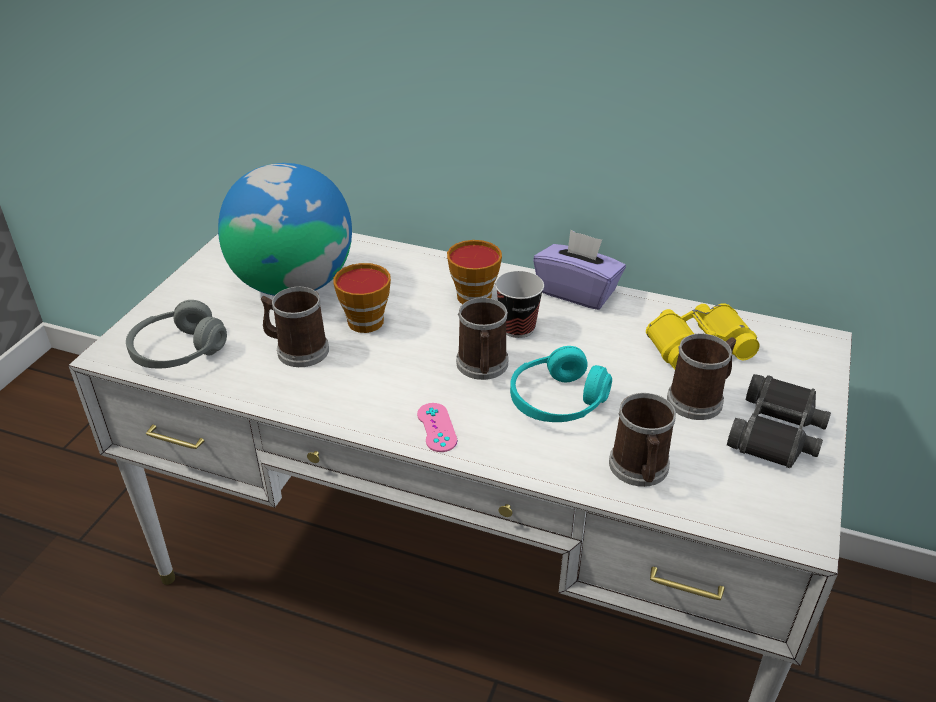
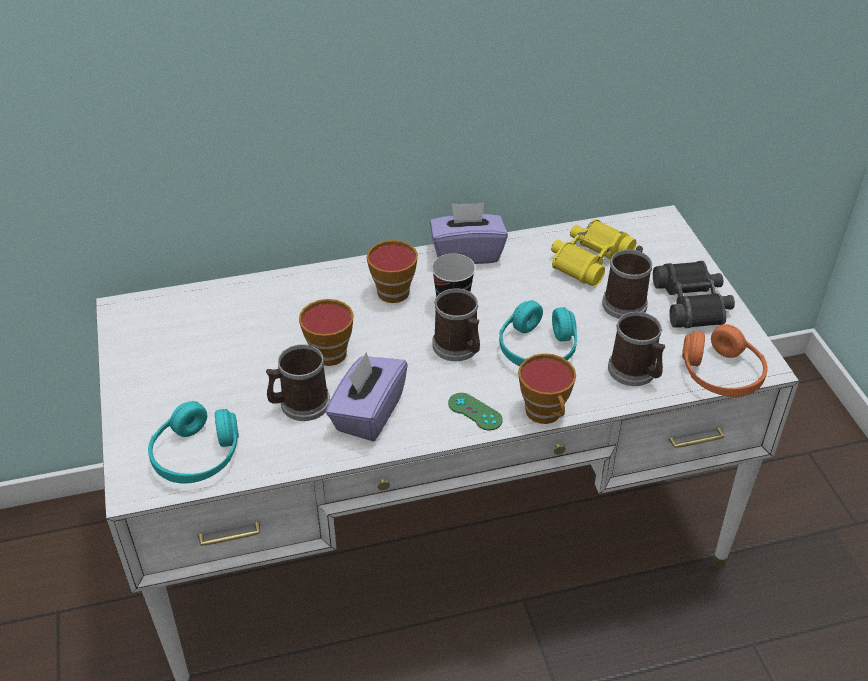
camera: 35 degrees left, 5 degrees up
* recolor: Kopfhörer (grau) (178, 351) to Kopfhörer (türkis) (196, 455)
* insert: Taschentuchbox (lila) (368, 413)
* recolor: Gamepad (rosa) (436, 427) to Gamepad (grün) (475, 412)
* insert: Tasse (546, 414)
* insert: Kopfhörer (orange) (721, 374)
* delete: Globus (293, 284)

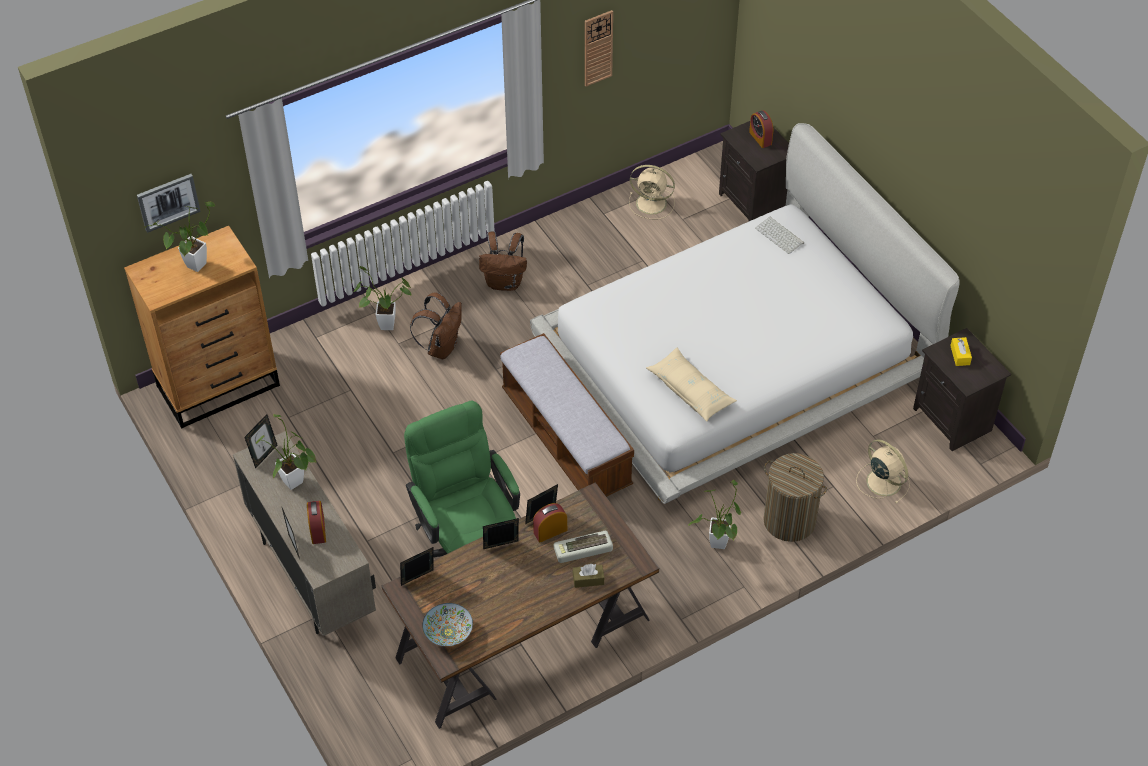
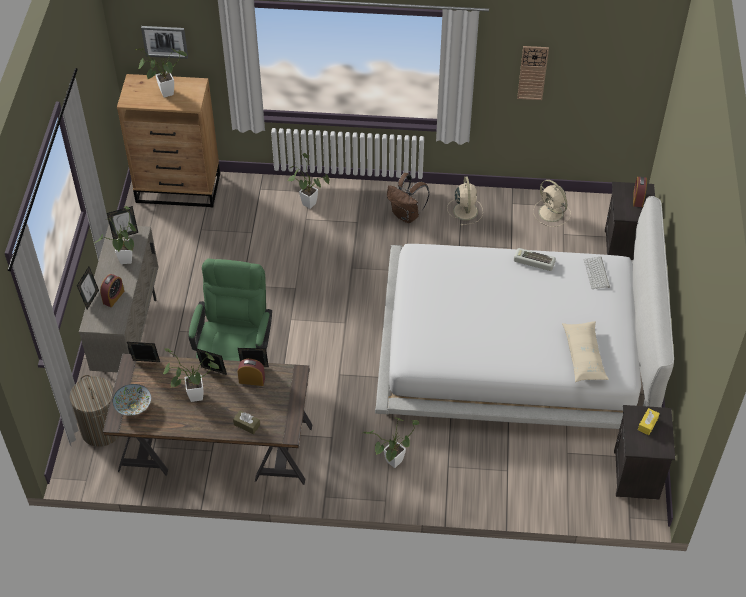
camera: 35 degrees right, 0 degrees up
* move: Wäschekorb (789, 520) to (101, 429)
* insert: Topfpflanze (192, 397)
* move: Ventilator (beige) (882, 481) to (465, 210)
* move: Tastatur (583, 550) to (533, 262)
* move: Kissen (beige) (690, 391) to (584, 356)
* delete: Rucksack (braun) (441, 347)
* delete: Bank (566, 439)

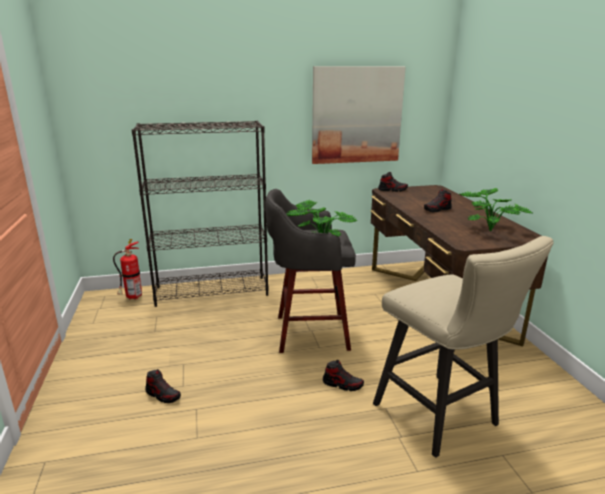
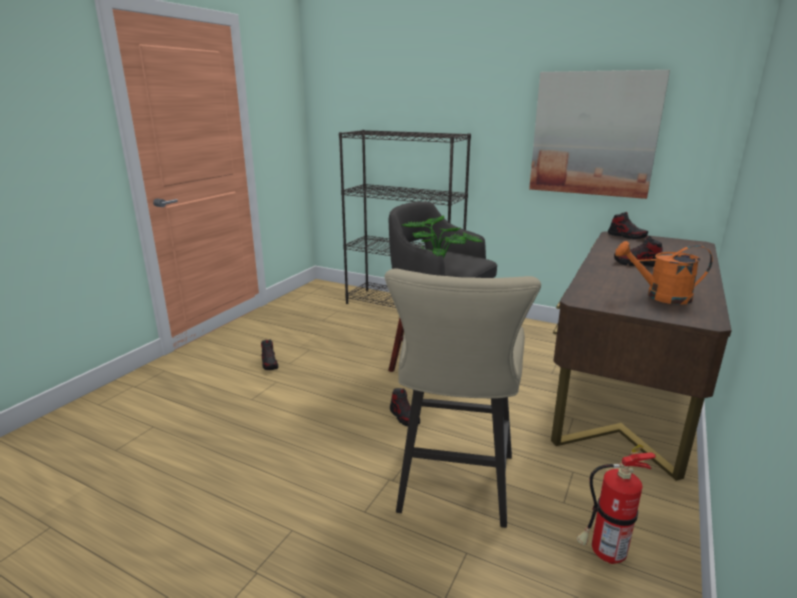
camera: 40 degrees right, 0 degrees up
* move: Feuerlöscher (132, 298) to (603, 554)
* replace: Topfpflanze (490, 229) to Gießkanne (orange) (660, 296)

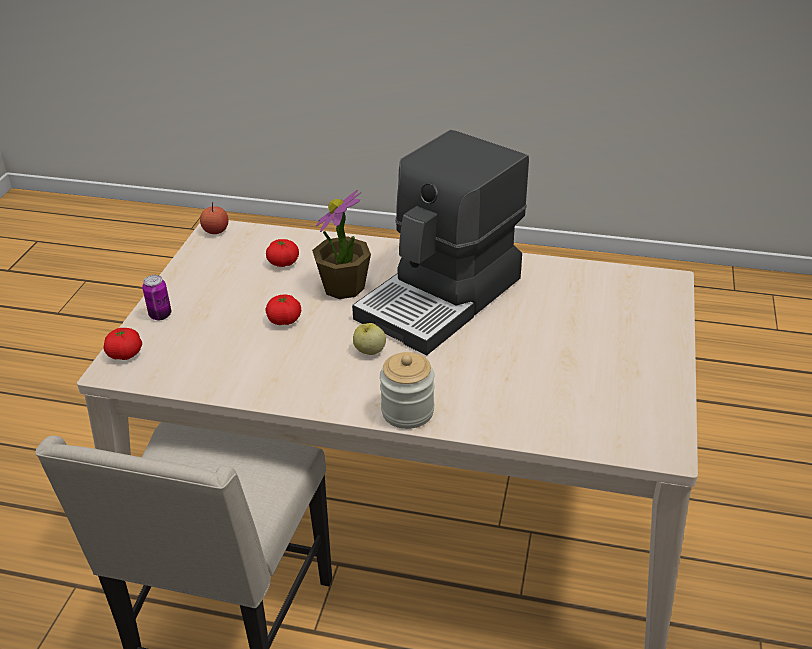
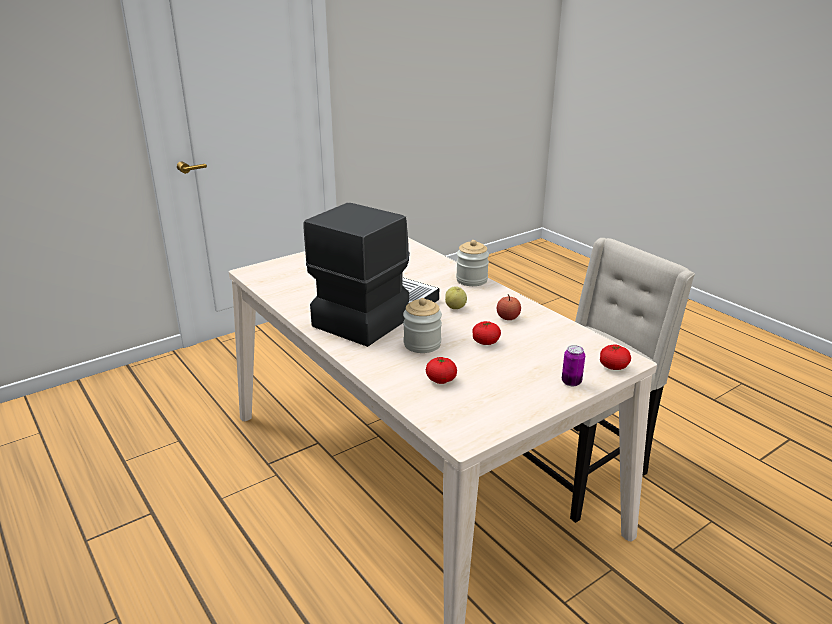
camera: 140 degrees left, 10 degrees down
* rotate: Kaffeemaschine (442, 298) = (375, 313) 45 degrees counterclockwise
* replace: Topfpflanze (344, 287) to Vorratsglas (422, 344)
* move: Apfel (216, 231) to (508, 317)

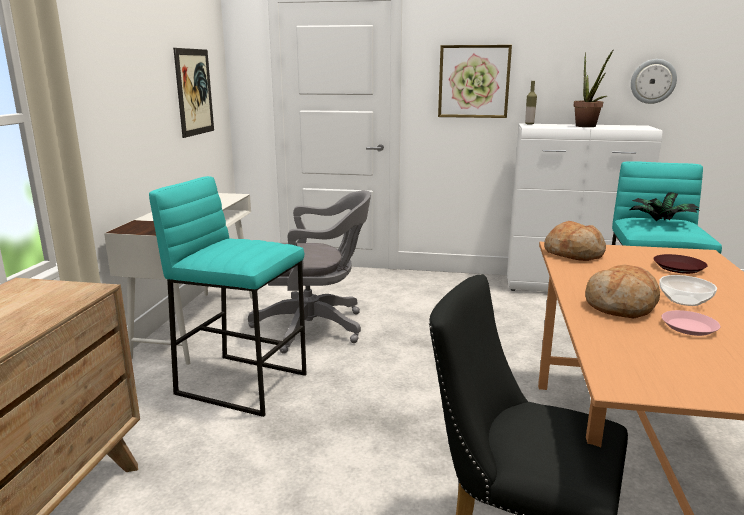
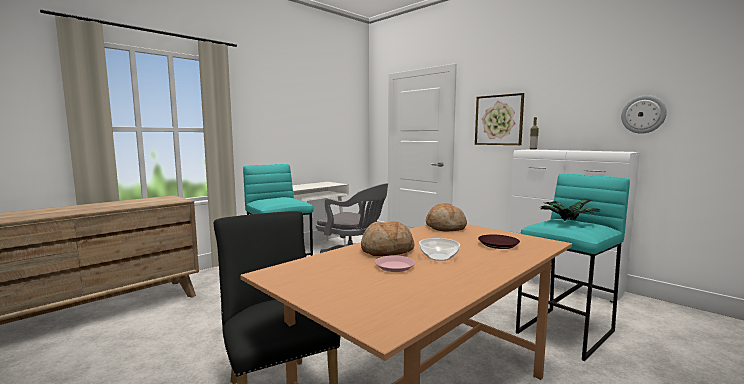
camera: 35 degrees right, 10 degrees down
* delete: Bild (194, 92)
* delete: Topfpflanze (587, 126)

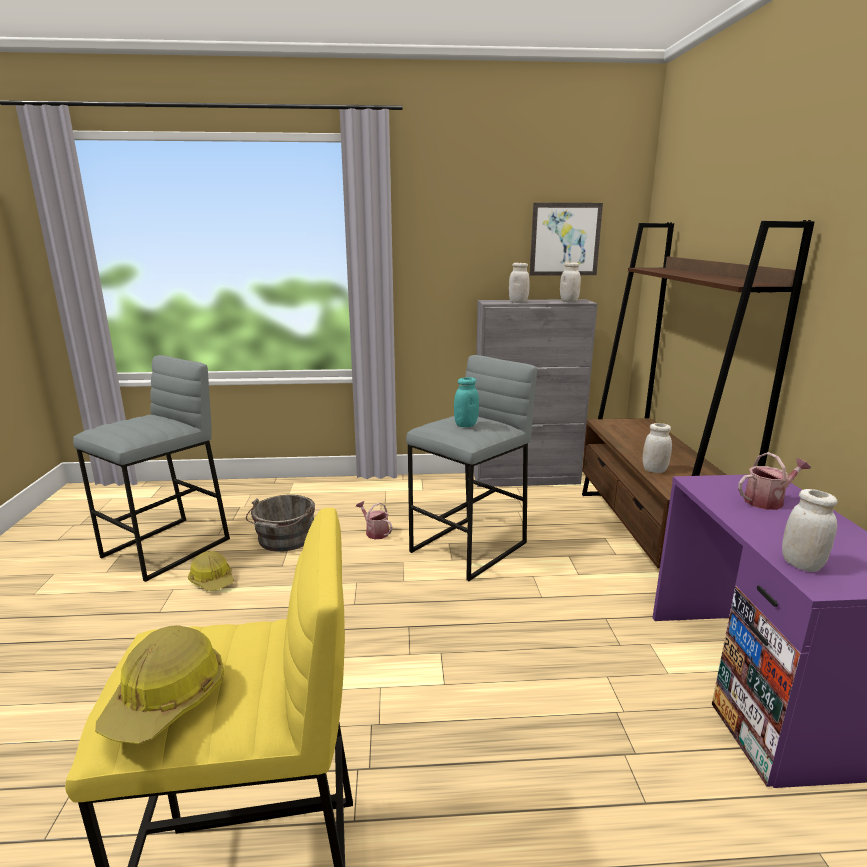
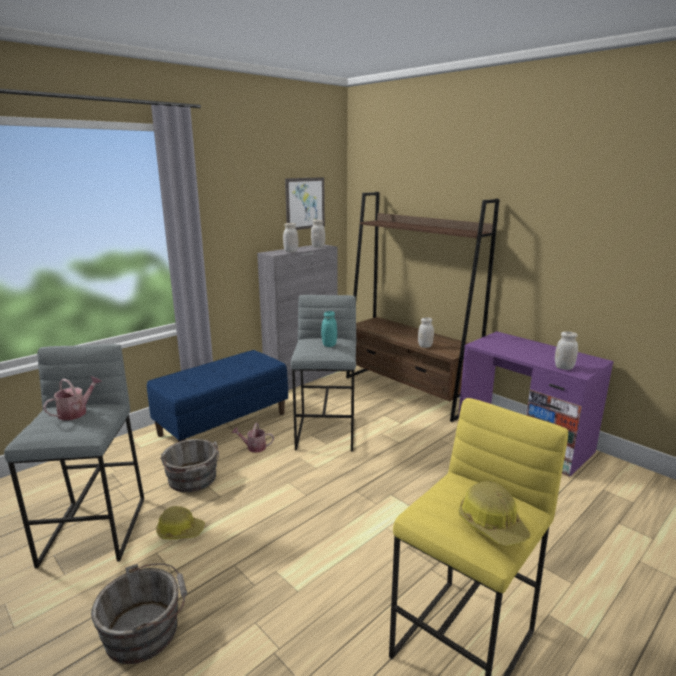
camera: 40 degrees left, 0 degrees up
* move: Gießkanne (767, 501) to (76, 412)
* insert: Eimer (grau) (146, 630)
* insert: Bank (blau) (223, 423)

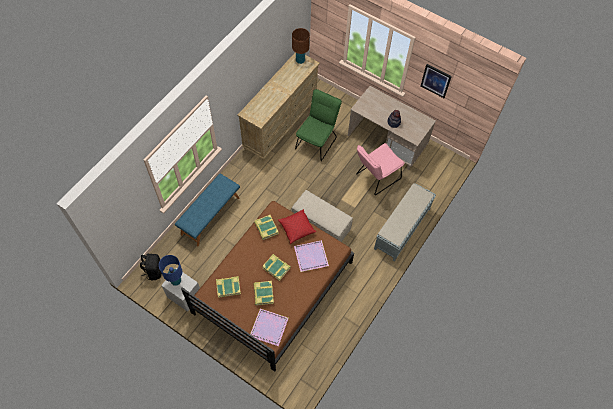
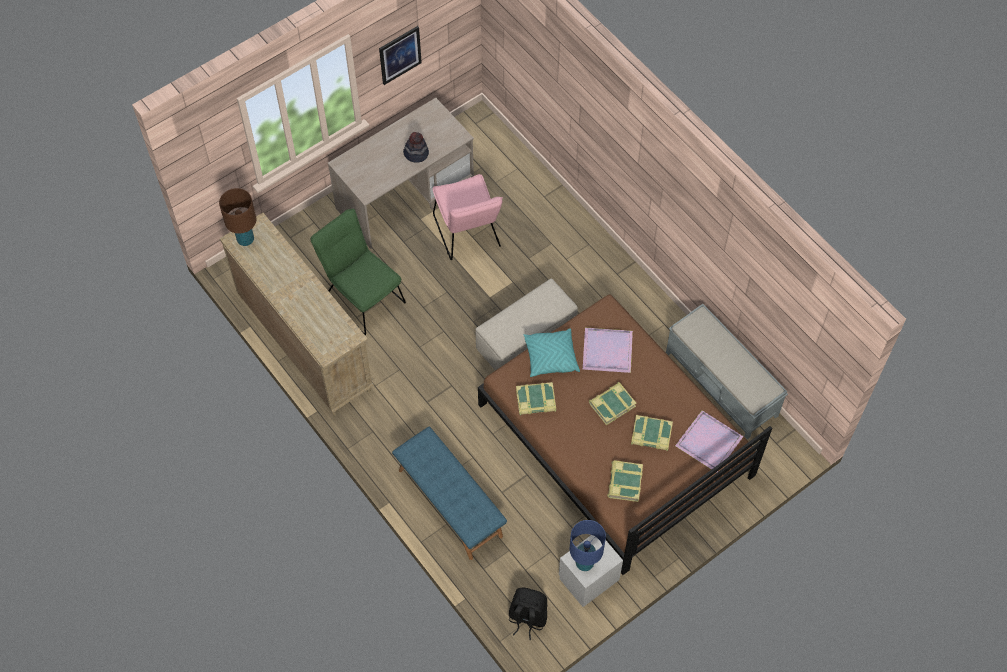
camera: 70 degrees left, 0 degrees up
* recolor: Kissen (rot) (296, 228) to Kissen (türkis) (550, 357)
* move: Bank (grau) (402, 229) to (722, 384)

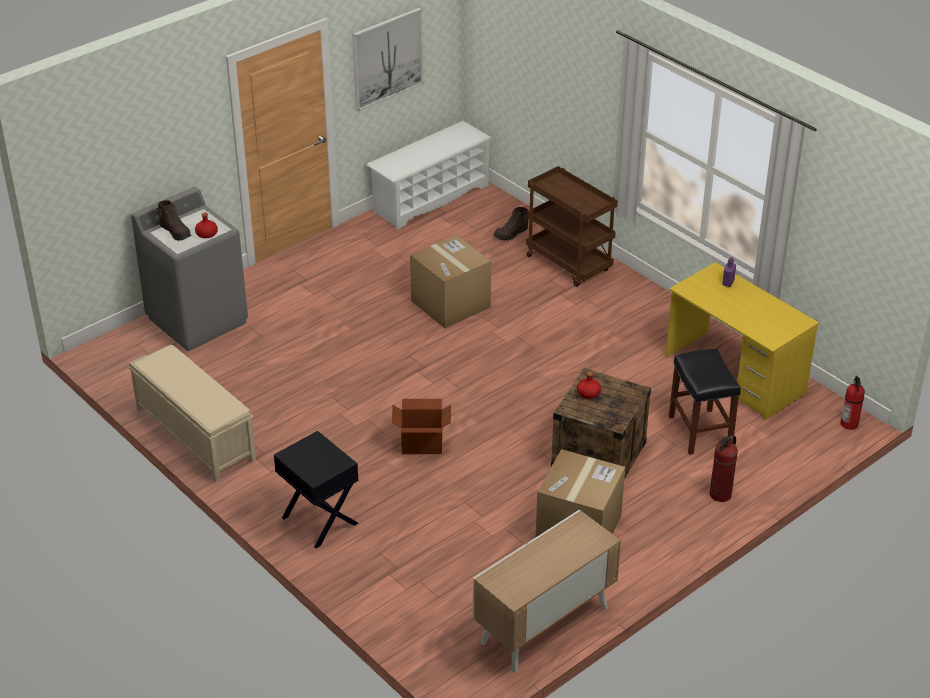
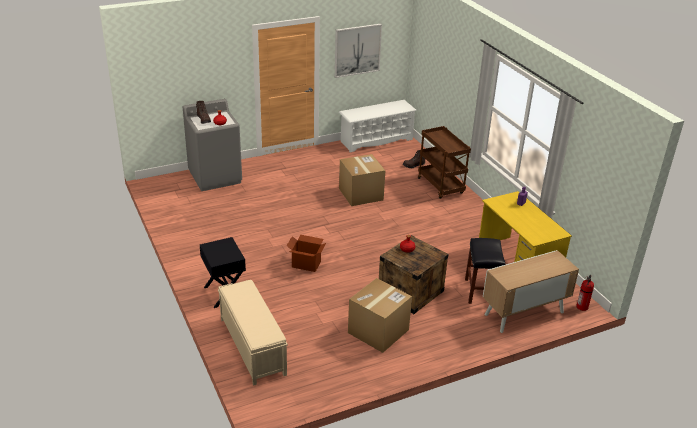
camera: 15 degrees right, 5 degrees down
* move: Bank (beige) (194, 434) to (252, 346)
* move: Schrank (545, 626) to (524, 314)
* delete: Feuerlöscher (720, 494)

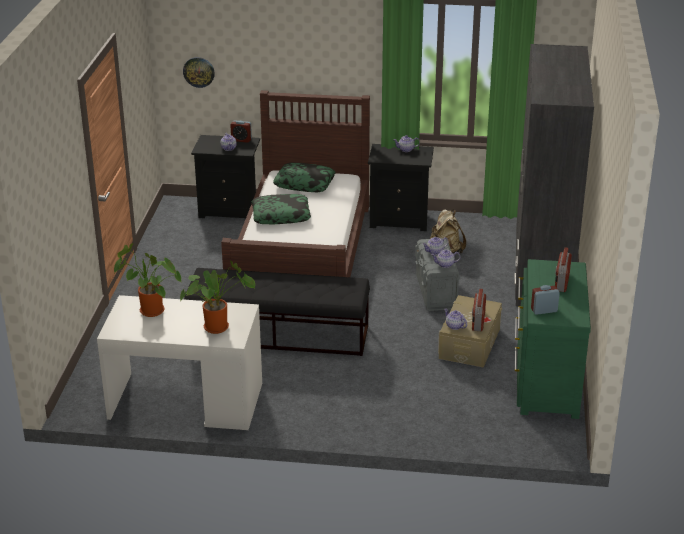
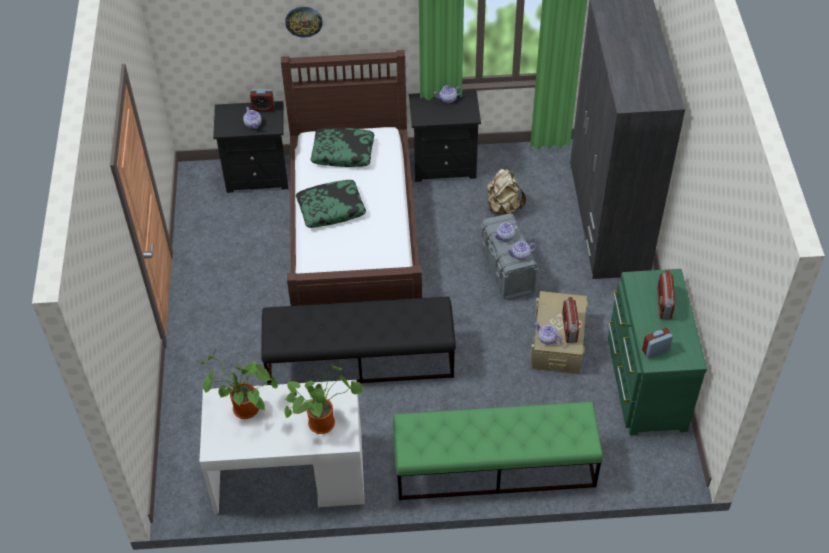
camera: 10 degrees left, 20 degrees up
* move: Wanduhr (199, 72) to (303, 21)
* insert: Bank (grün) (493, 467)

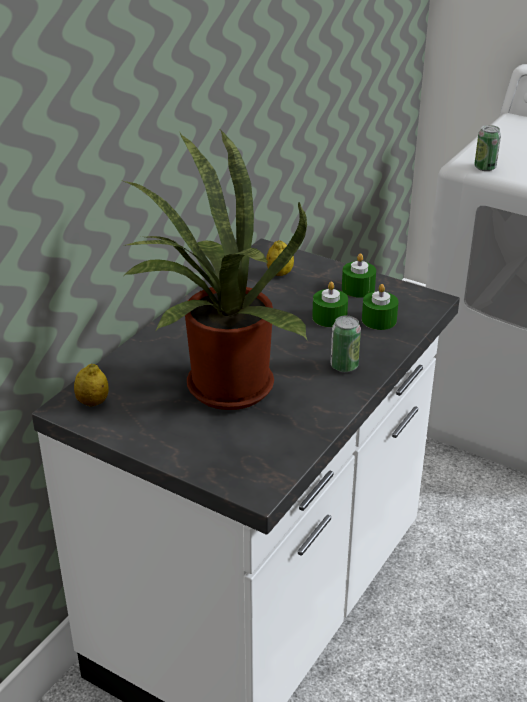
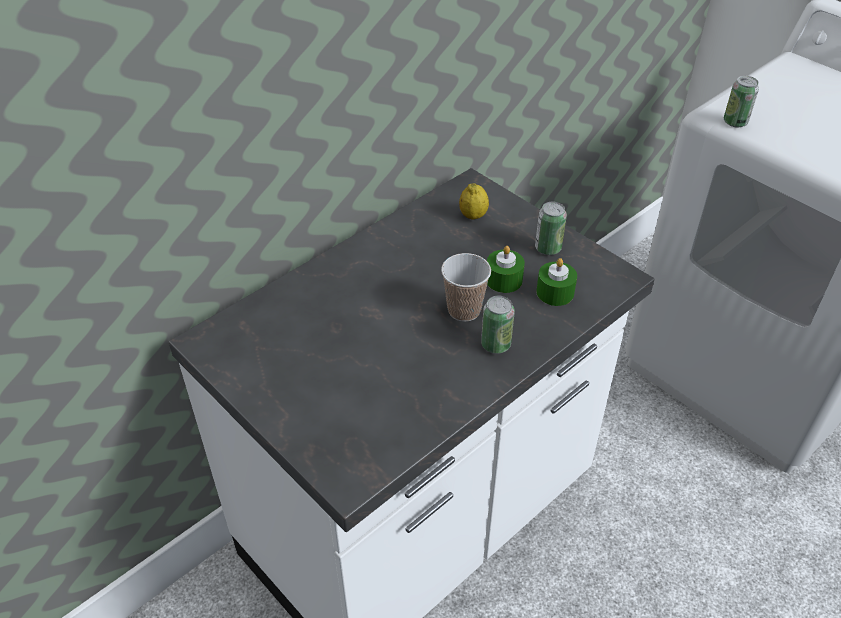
camera: 15 degrees right, 10 degrees up
* insert: Tasse (464, 310)
* replace: Kerze (grün) (358, 288) to Dose (548, 248)
* delete: Zitrone (93, 402)
* delete: Topfpflanze (220, 389)

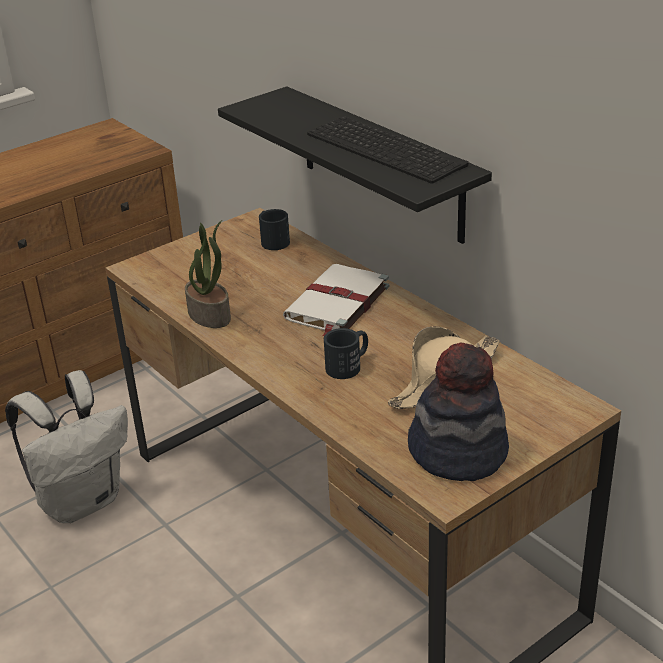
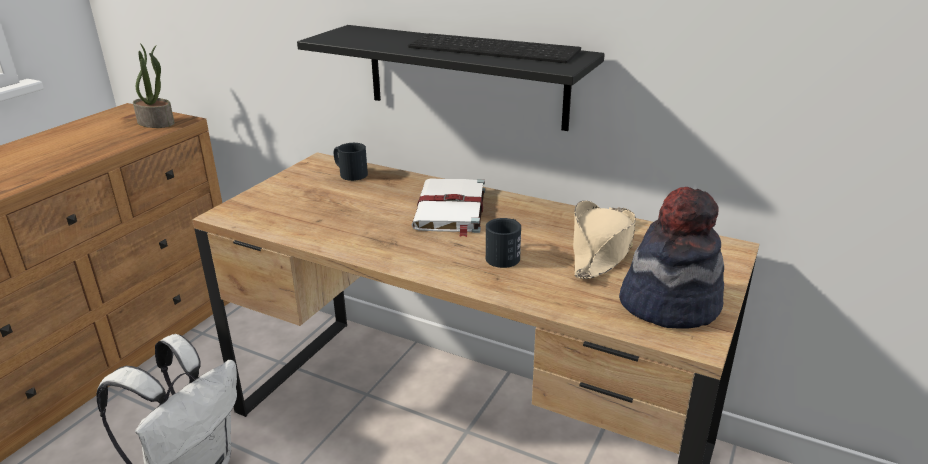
camera: 25 degrees left, 5 degrees down
* move: Topfpflanze (210, 315) to (157, 122)

